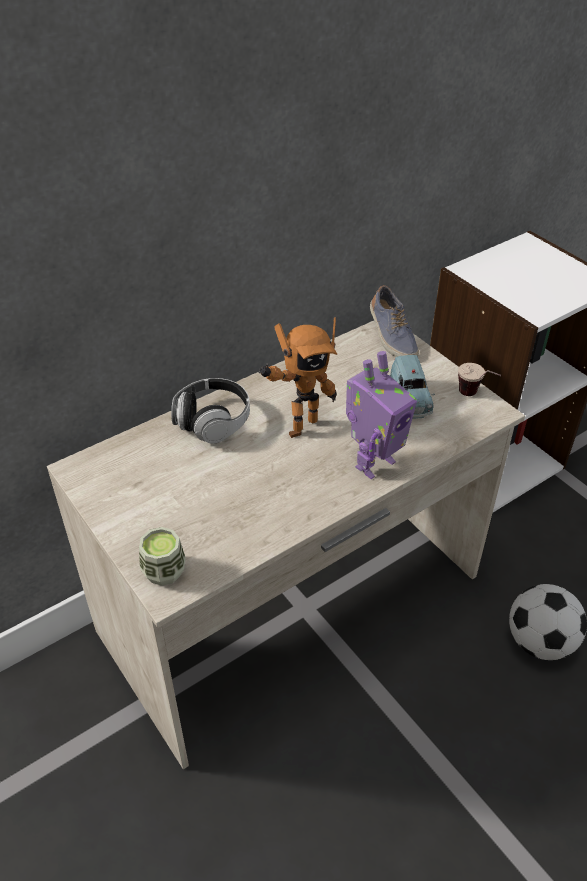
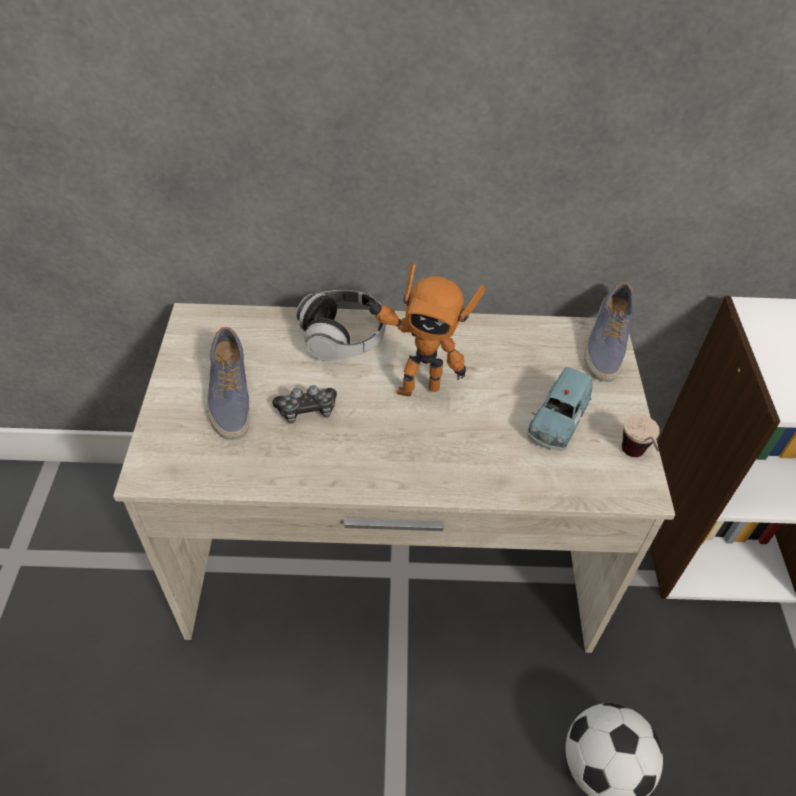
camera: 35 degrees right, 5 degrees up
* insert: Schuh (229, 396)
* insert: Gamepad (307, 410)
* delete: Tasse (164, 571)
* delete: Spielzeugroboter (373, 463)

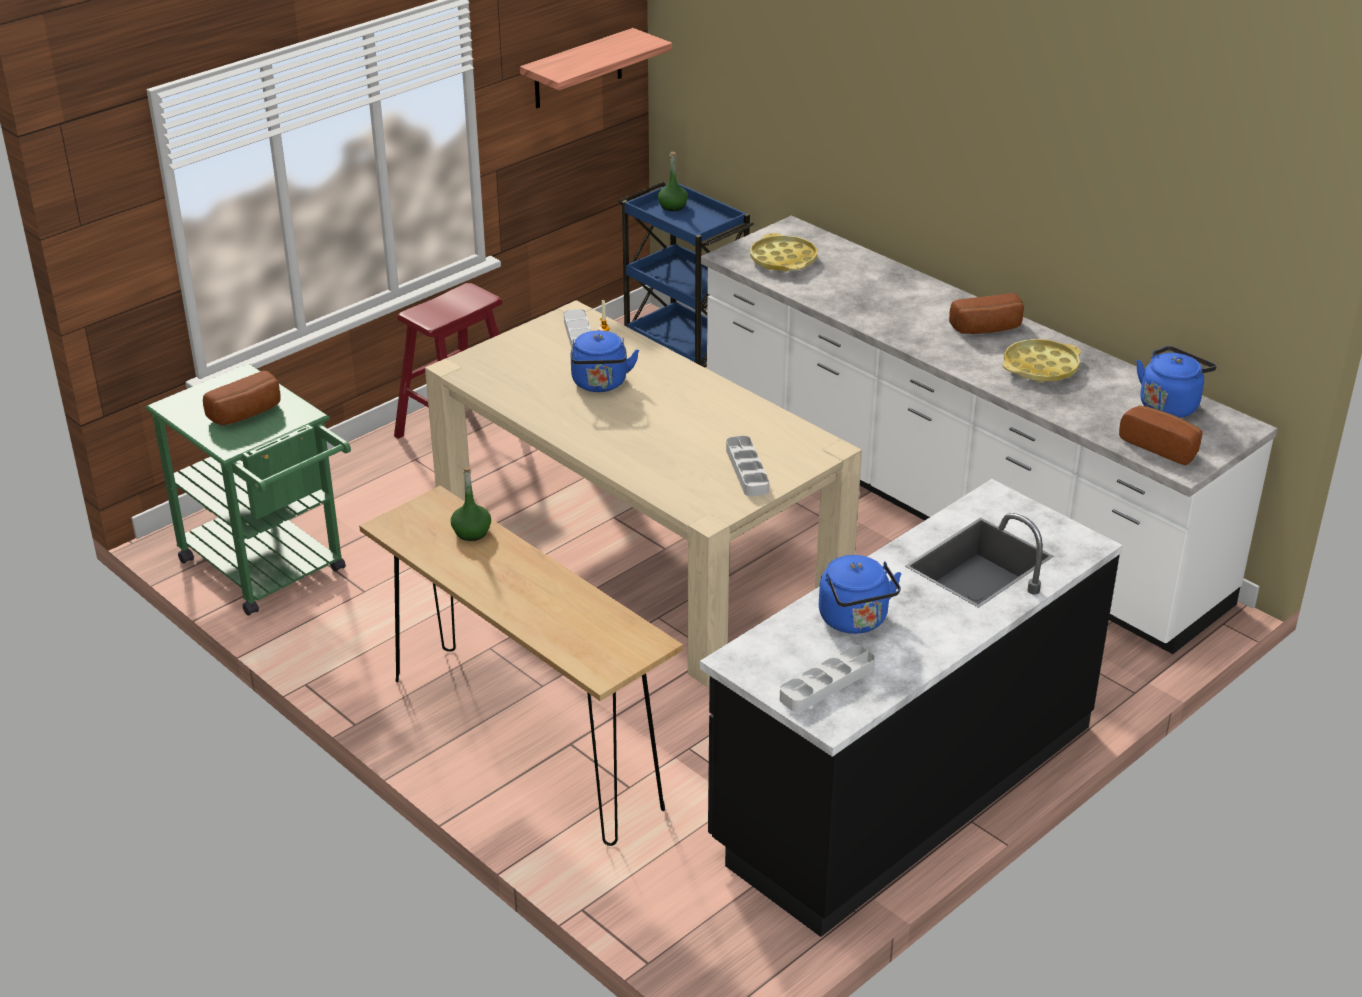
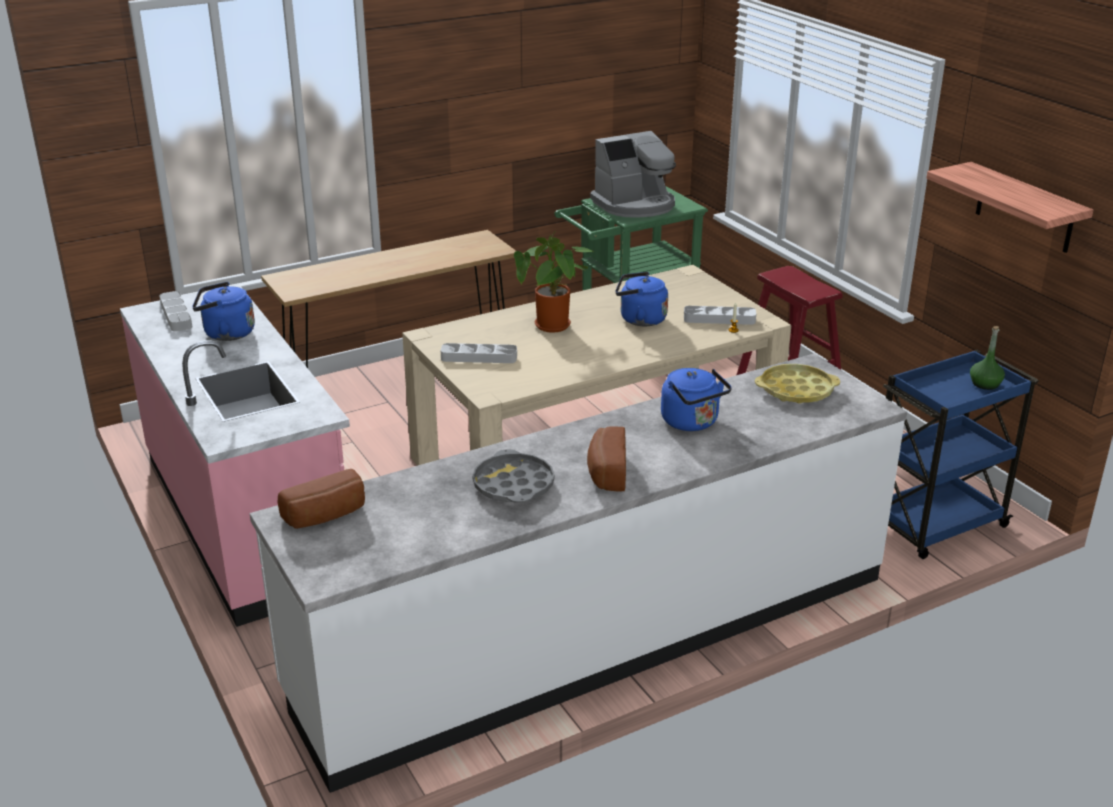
camera: 105 degrees right, 5 degrees down
* recolor: Küchenzeile (schwarz) (902, 785) to Küchenzeile (rosa) (248, 518)
* recolor: Tablett (gelb) (1040, 367) to Tablett (grau) (513, 485)
* insert: Topfpflanze (554, 327)
* replace: Brot (248, 414) to Kaffeemaschine (635, 205)
* move: Wasserkessel (blau) (1170, 405) to (692, 422)
* delete: Flasche (grün) (471, 532)

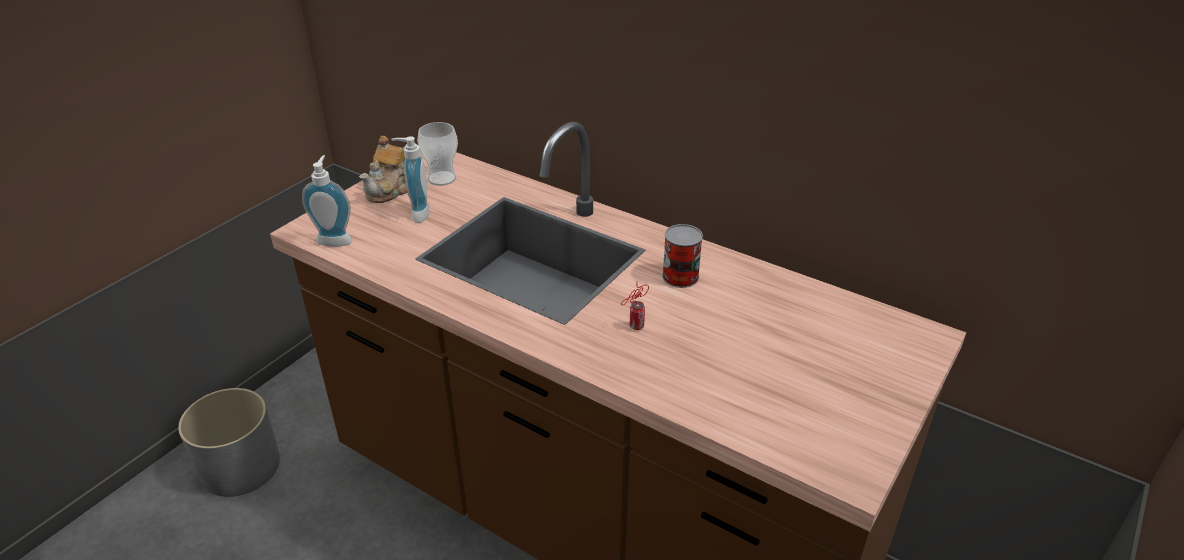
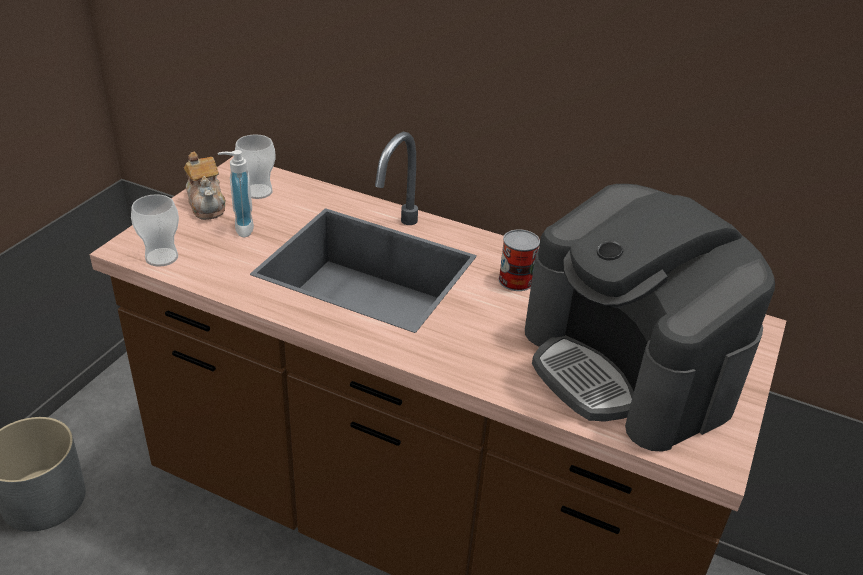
camera: 10 degrees left, 0 degrees up
* replace: Seifenspender (335, 239) to Tasse (161, 257)
* rotate: Teekanne (390, 190) = (207, 205) 45 degrees counterclockwise
* insert: Kaffeemaschine (628, 367)
* delete: Dose (635, 327)

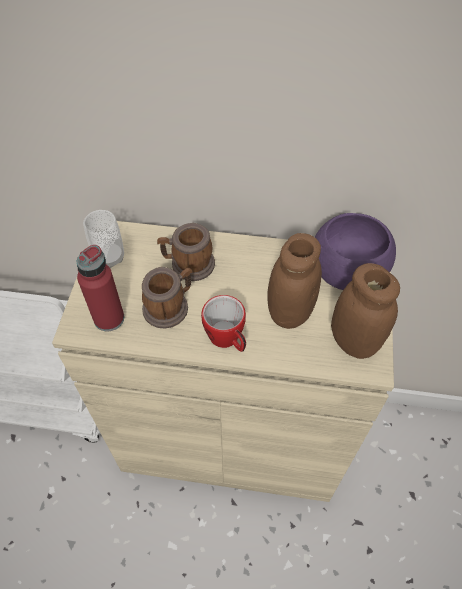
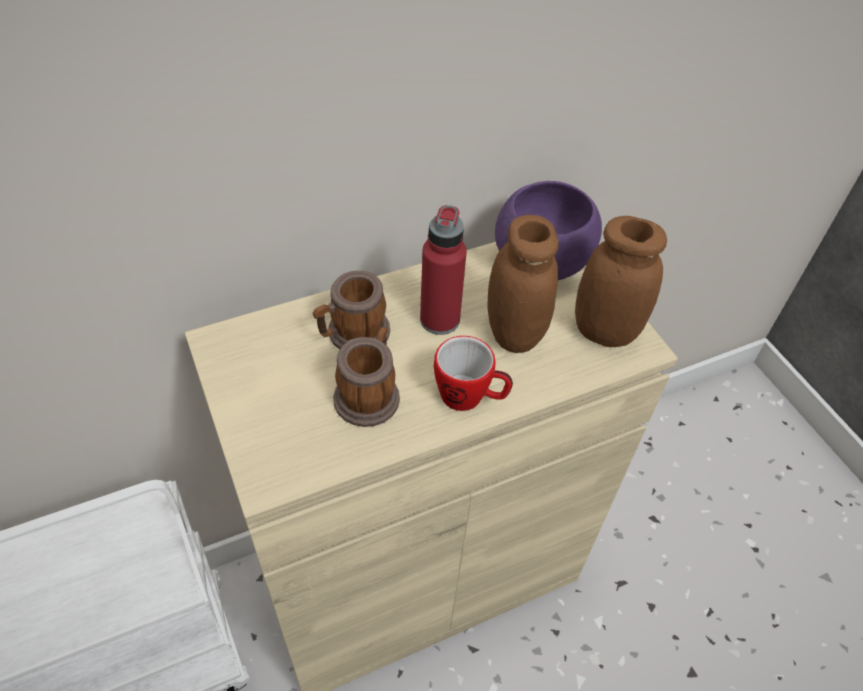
camera: 35 degrees left, 5 degrees down
* move: Flasche (rot) (109, 318) to (439, 320)
* delete: Tasse (109, 257)

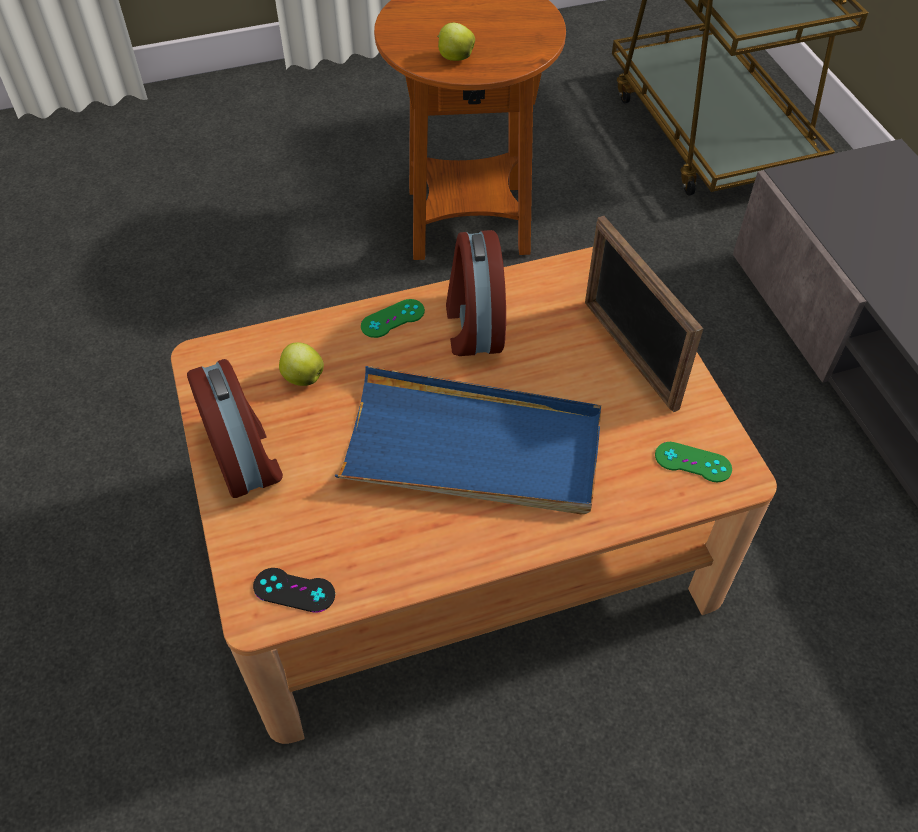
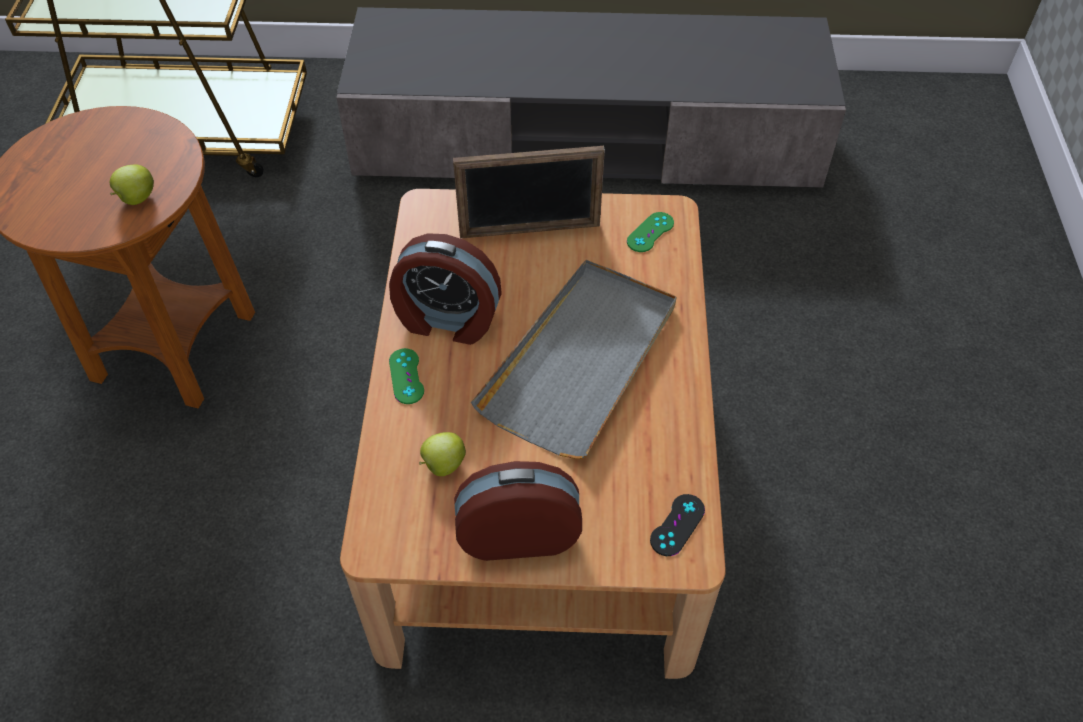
camera: 70 degrees left, 0 degrees up
* recolor: Tablett (blau) (473, 449) to Tablett (grau) (581, 360)

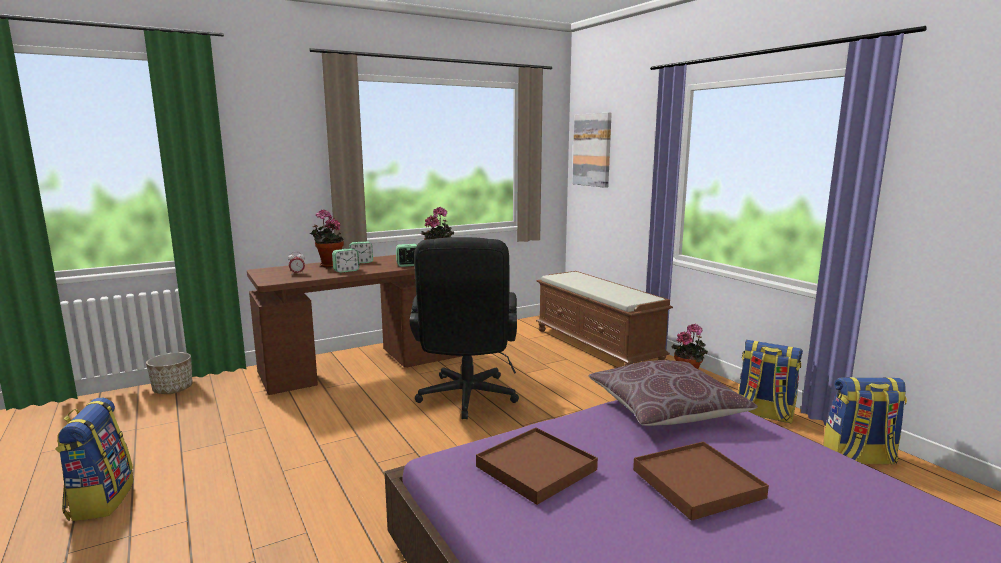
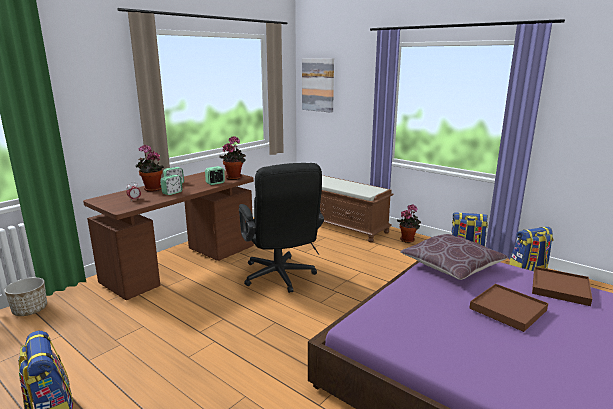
camera: 20 degrees left, 5 degrees up
* move: Tablett (braun) (536, 468) to (560, 288)

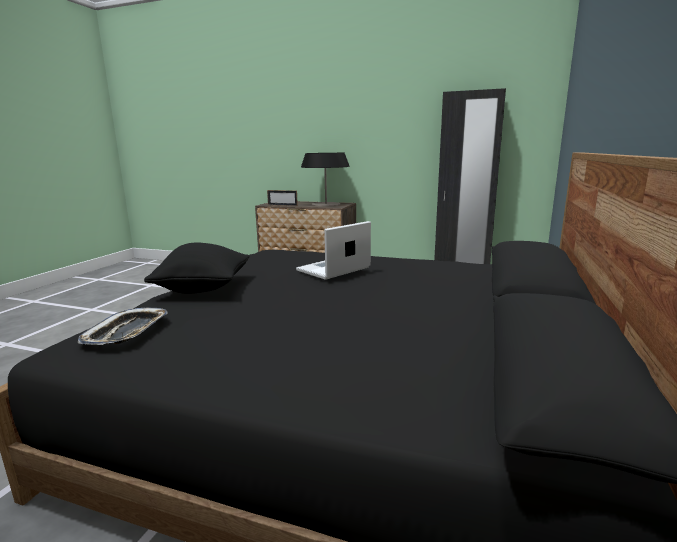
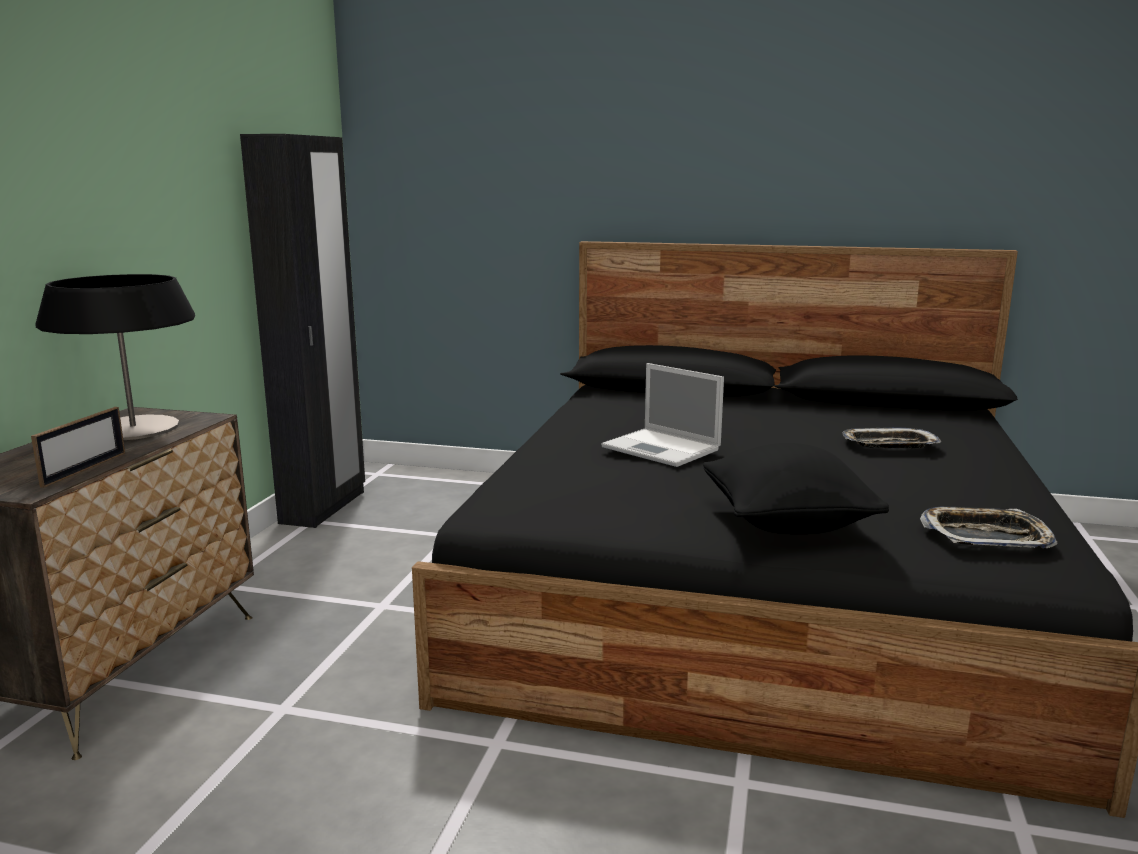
camera: 95 degrees left, 0 degrees up
* insert: Tablett (889, 445)

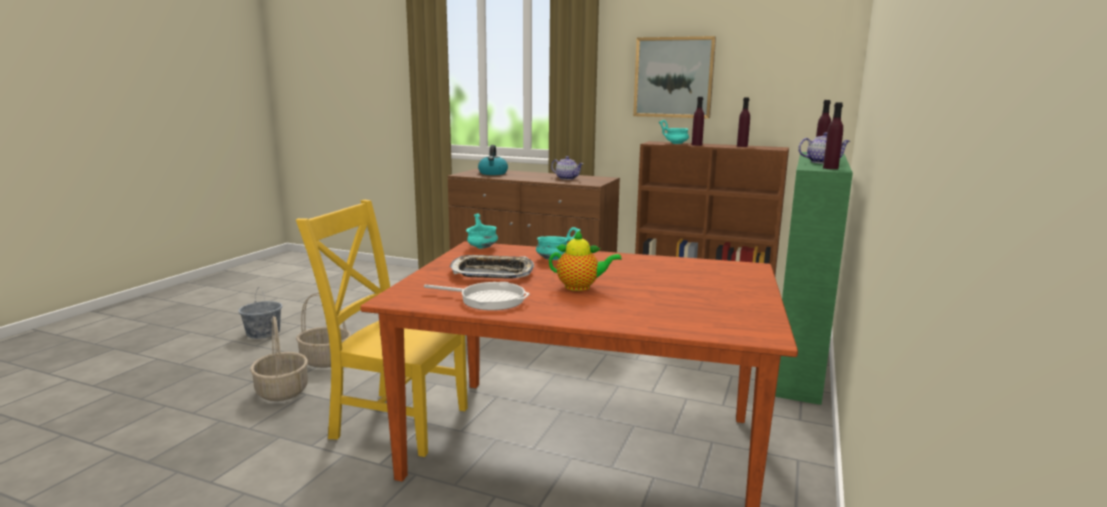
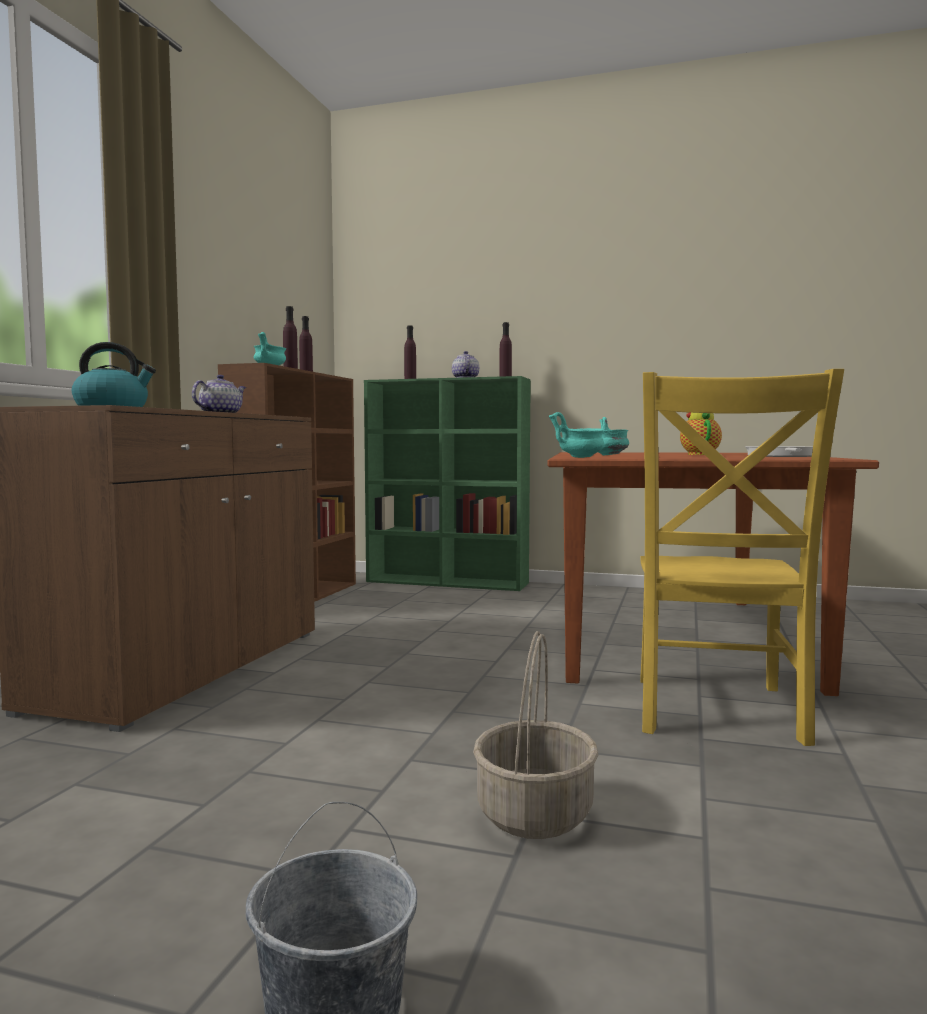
camera: 95 degrees left, 10 degrees down
* delete: Korb (281, 391)
* delete: Tablett (492, 273)
* delete: Bild (673, 77)

